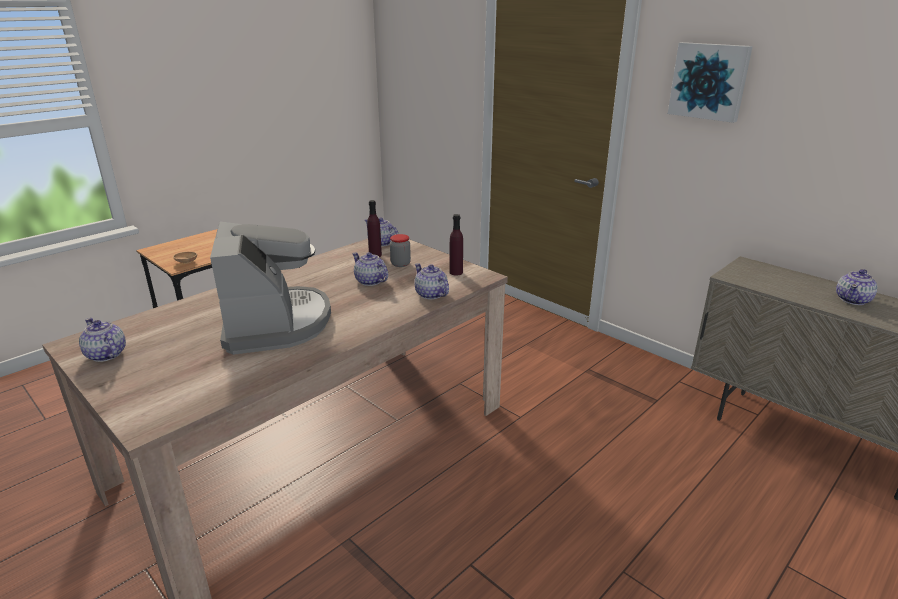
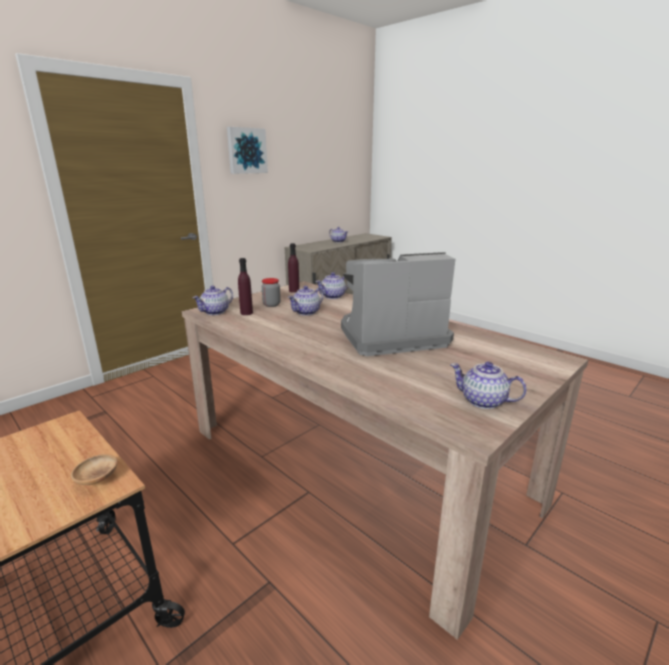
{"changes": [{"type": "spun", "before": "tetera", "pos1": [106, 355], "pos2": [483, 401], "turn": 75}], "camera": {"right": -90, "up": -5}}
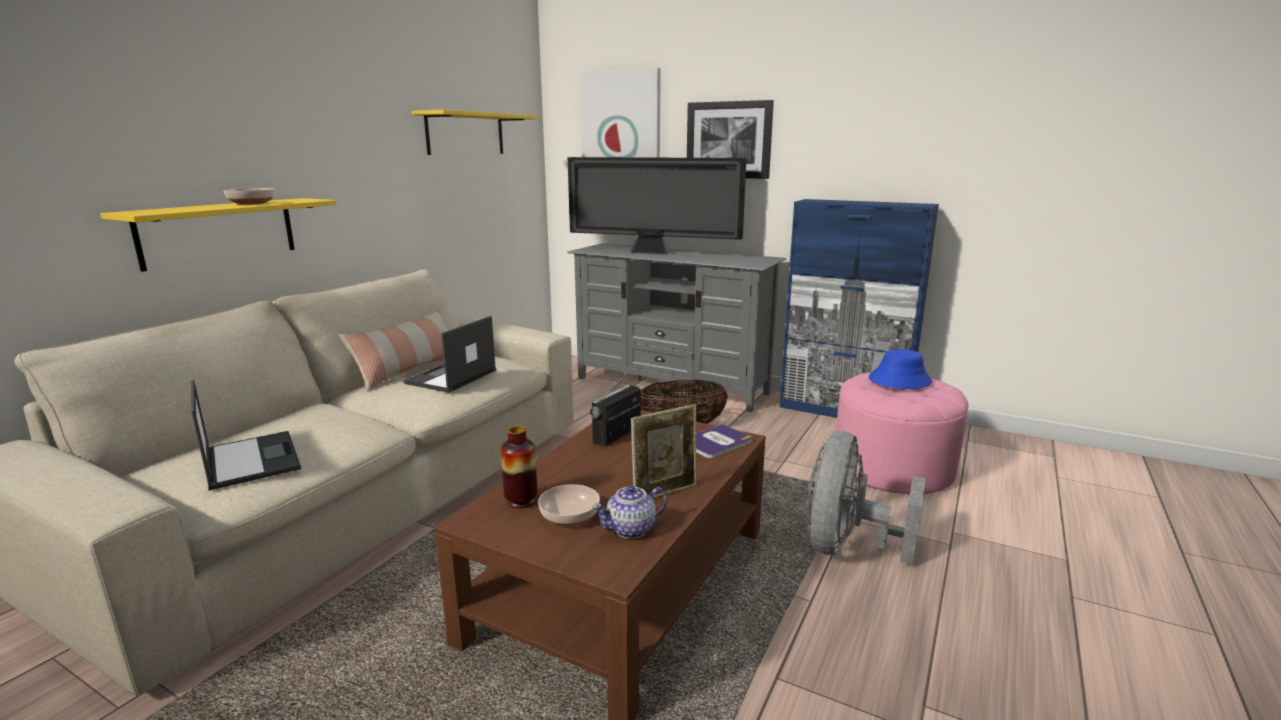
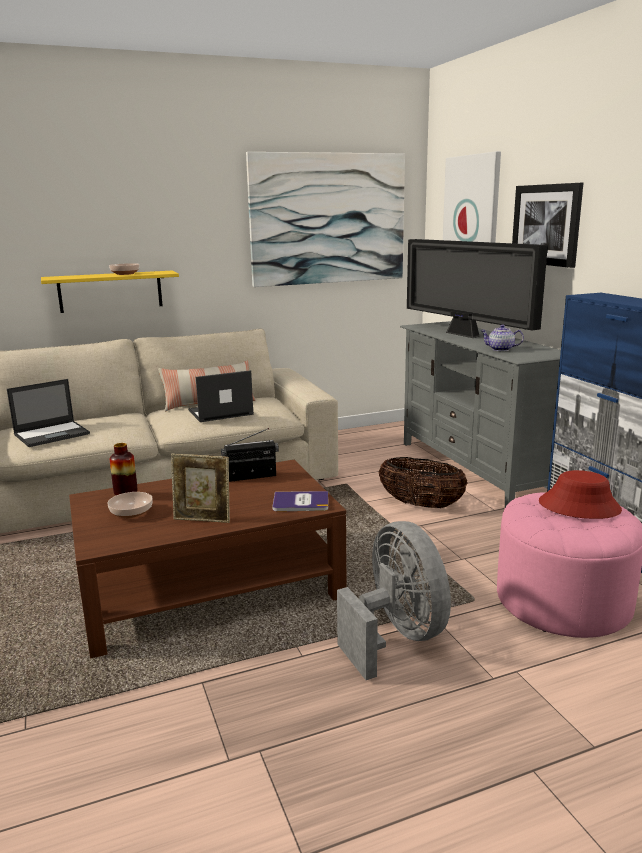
{"changes": [{"type": "spun", "before": "portátil", "pos1": [251, 460], "pos2": [52, 434], "turn": 45}, {"type": "exchanged", "before": "estante/amarillo", "after": "cuadro", "pos1": [465, 134], "pos2": [328, 219]}, {"type": "spun", "before": "ventilador/gris", "pos1": [846, 546], "pos2": [396, 637], "turn": 90}, {"type": "relocated", "before": "tetera", "pos1": [631, 529], "pos2": [501, 349]}, {"type": "colour", "before": "sombrero/azul", "after": "sombrero/rojo", "pos1": [899, 380], "pos2": [579, 506]}], "camera": {"right": 40, "up": 0}}
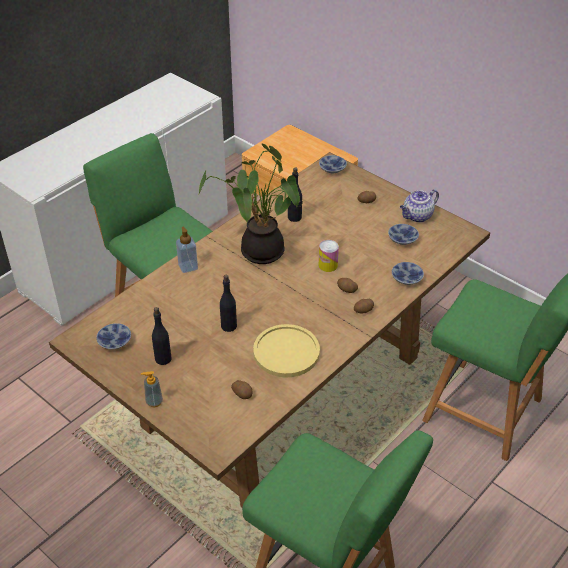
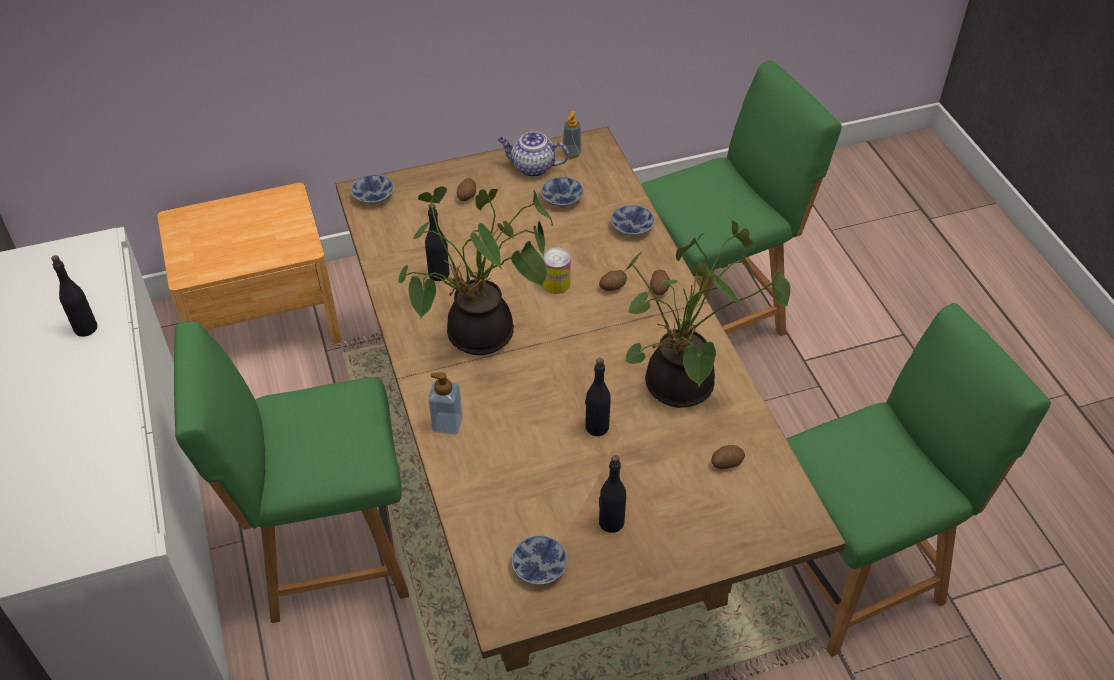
{"changes": [{"type": "appeared", "after": "botella/negro", "pos2": [85, 328]}, {"type": "spun", "before": "tetera", "pos1": [417, 216], "pos2": [532, 167], "turn": 105}, {"type": "relocated", "before": "dispensador de jabón", "pos1": [154, 402], "pos2": [571, 153]}, {"type": "exchanged", "before": "plato/amarillo", "after": "planta en maceta", "pos1": [286, 352], "pos2": [681, 389]}], "camera": {"right": -60, "up": 5}}
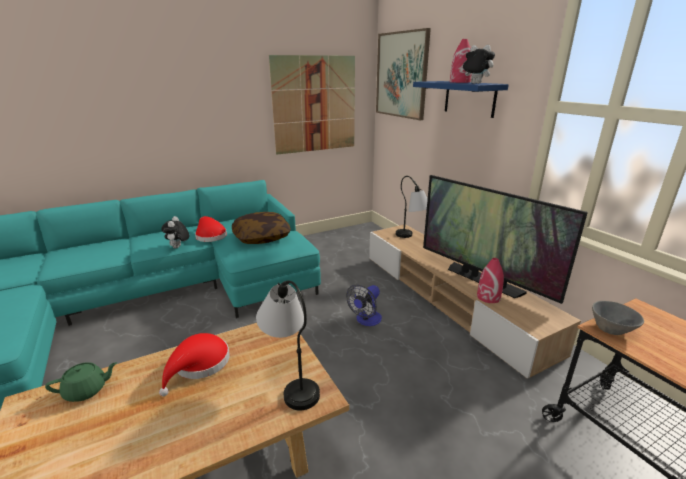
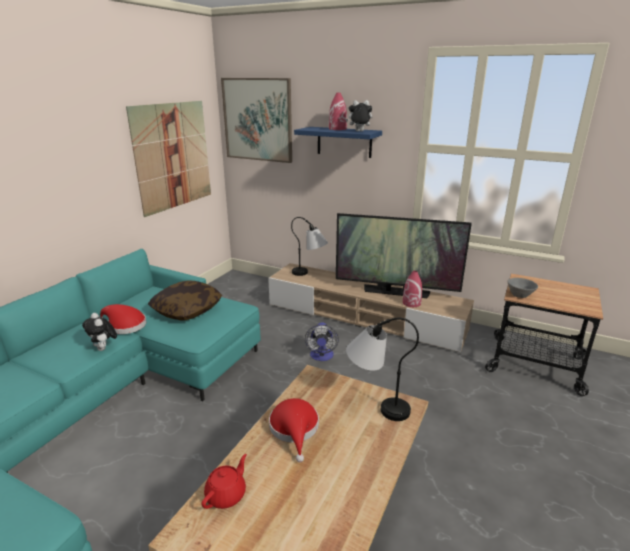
{"changes": [{"type": "colour", "before": "tetera/verde", "after": "tetera/rojo", "pos1": [87, 390], "pos2": [226, 494]}], "camera": {"right": -35, "up": 0}}
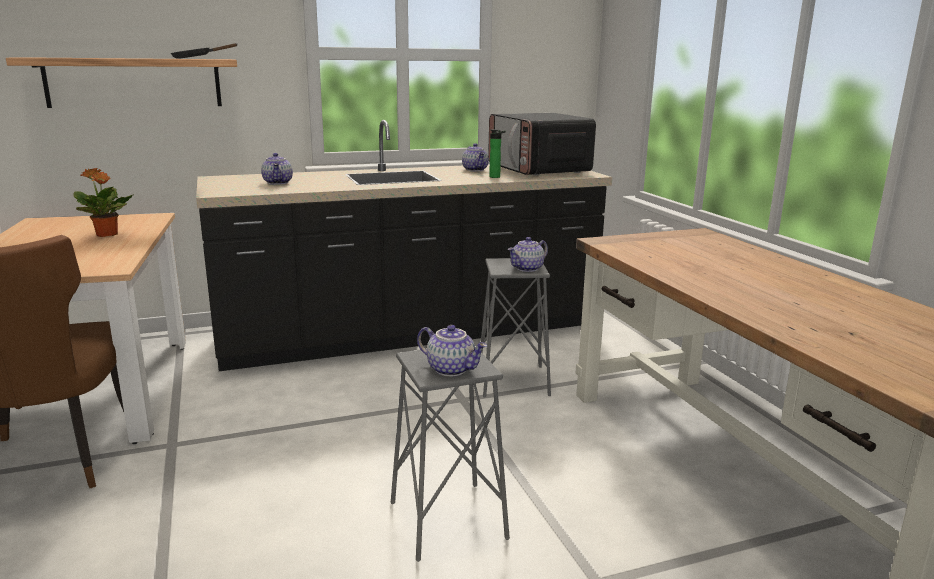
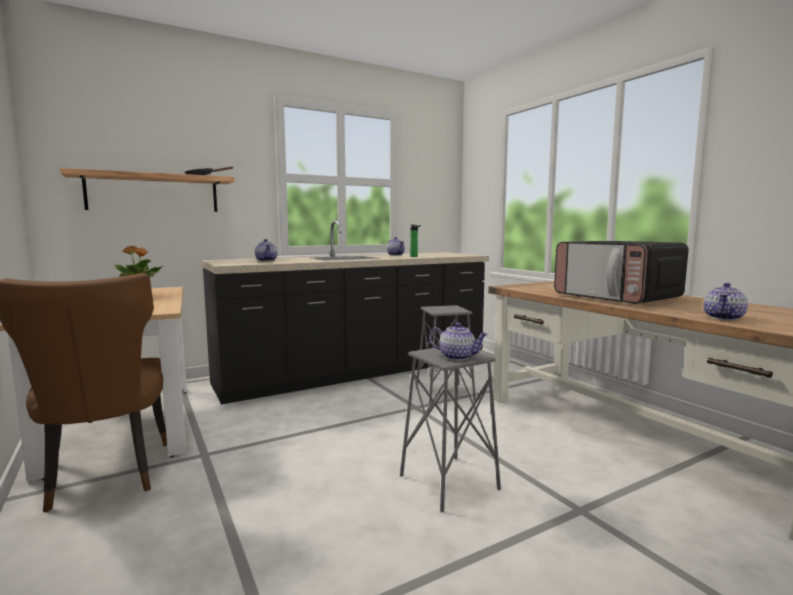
{"changes": [{"type": "relocated", "before": "microondas", "pos1": [539, 170], "pos2": [617, 298]}, {"type": "relocated", "before": "tetera", "pos1": [527, 268], "pos2": [724, 318]}], "camera": {"right": -10, "up": -10}}
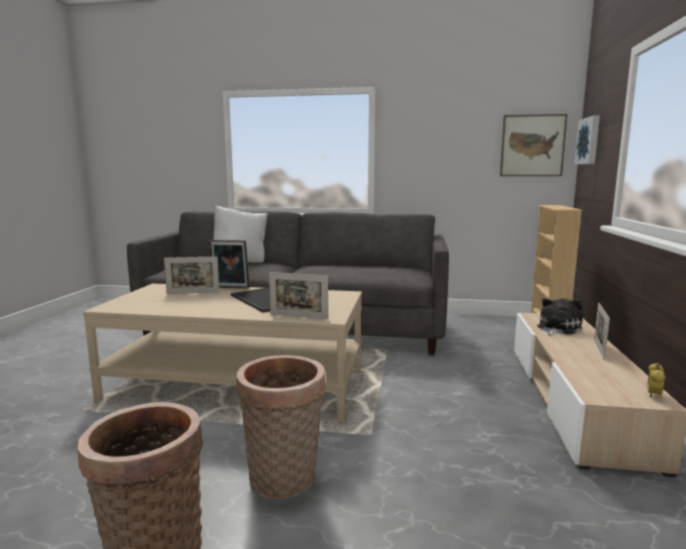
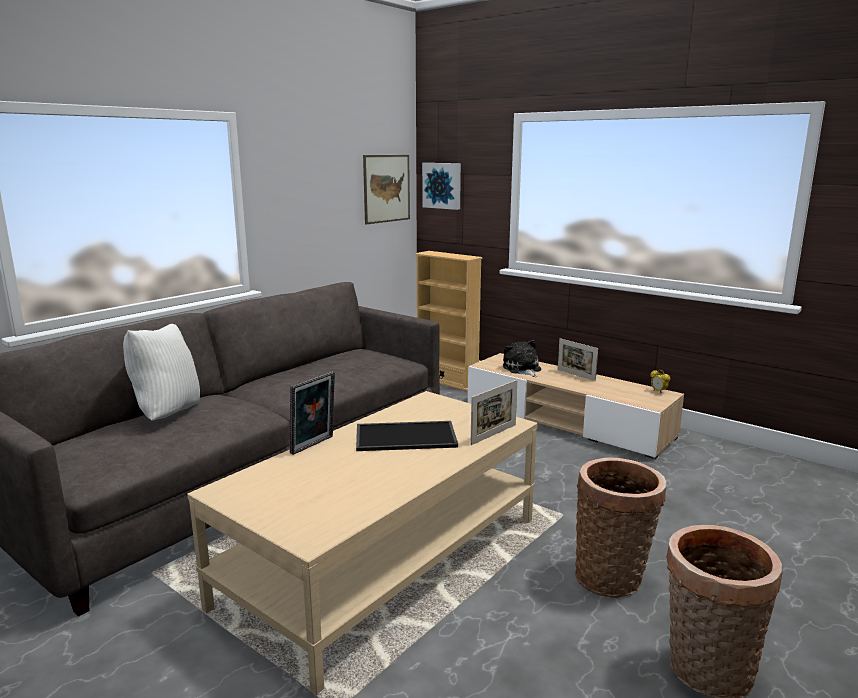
{"changes": [{"type": "missing", "before": "portarretratos", "pos1": [193, 293]}], "camera": {"right": -60, "up": 5}}
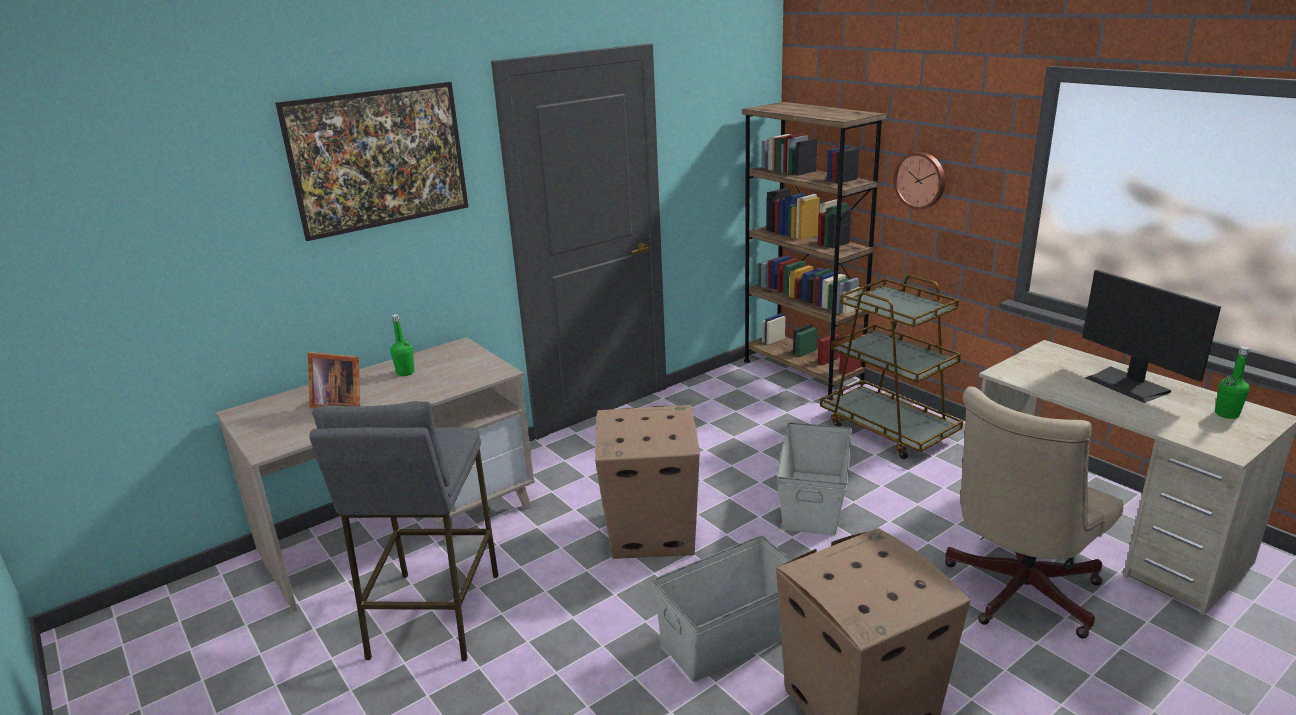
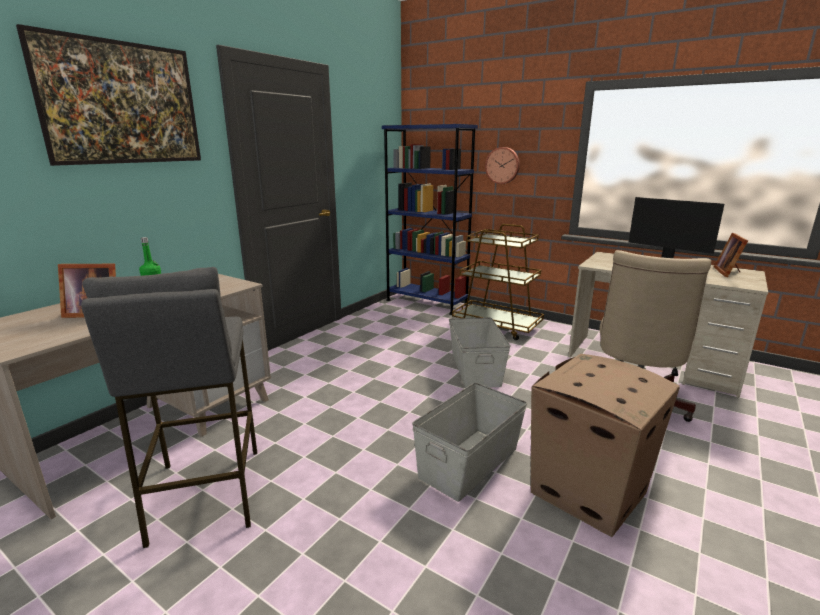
{"changes": [{"type": "colour", "before": "estantería/marrón", "after": "estantería/azul", "pos1": [802, 371], "pos2": [426, 302]}, {"type": "exchanged", "before": "botella/verde", "after": "portarretratos", "pos1": [1226, 414], "pos2": [729, 272]}, {"type": "missing", "before": "caja de cartón", "pos1": [649, 532]}], "camera": {"right": -20, "up": -5}}
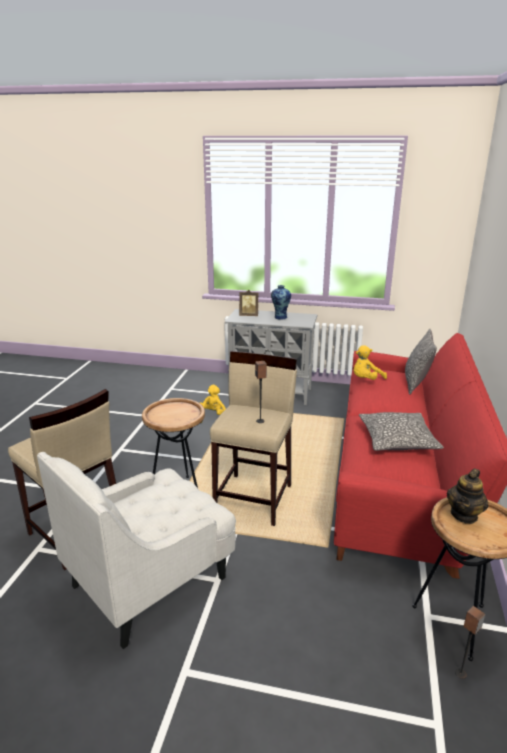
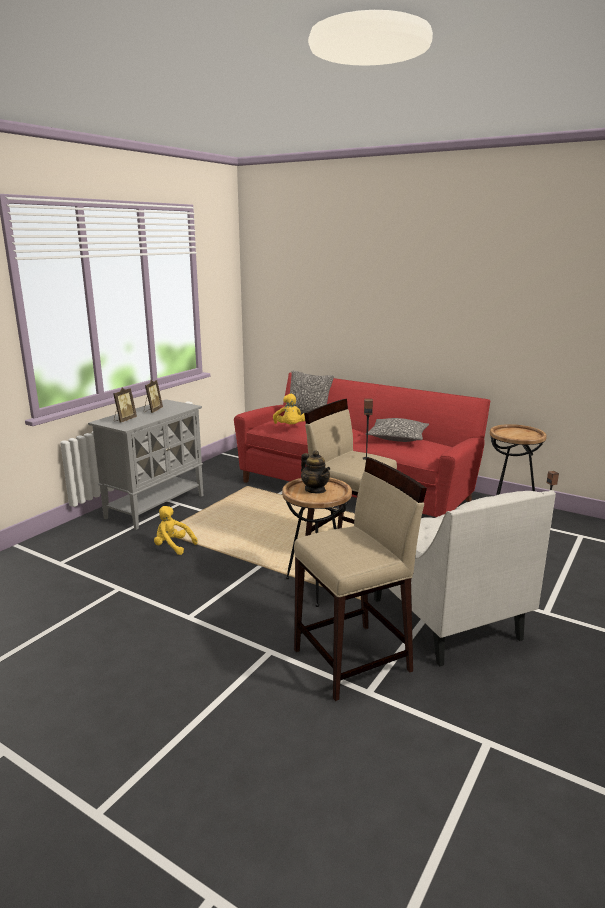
{"changes": [{"type": "exchanged", "before": "florero", "after": "portarretratos", "pos1": [280, 317], "pos2": [152, 410]}, {"type": "relocated", "before": "tetera", "pos1": [464, 515], "pos2": [315, 490]}], "camera": {"right": -70, "up": -5}}
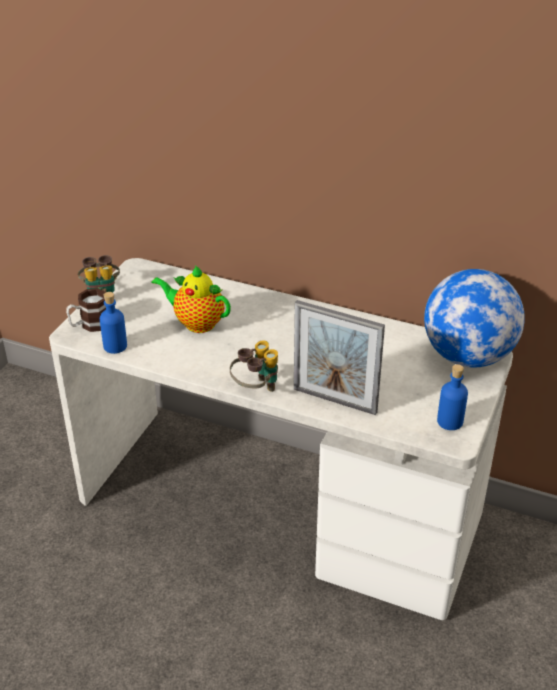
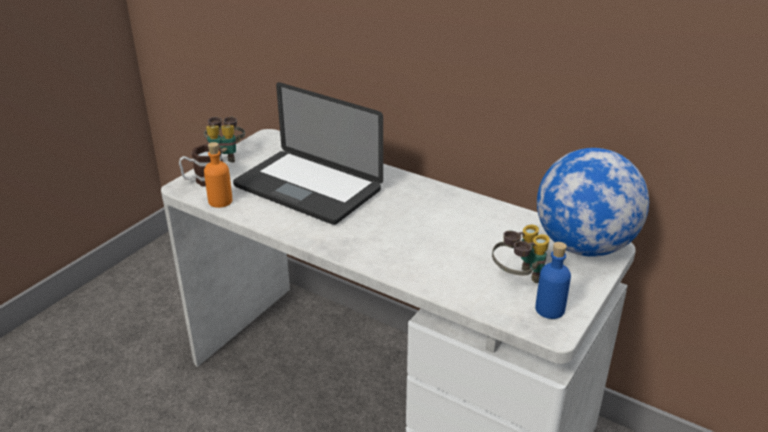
{"changes": [{"type": "colour", "before": "botella/azul", "after": "botella/naranja", "pos1": [115, 346], "pos2": [220, 201]}, {"type": "exchanged", "before": "tetera", "after": "portátil", "pos1": [196, 323], "pos2": [307, 188]}, {"type": "relocated", "before": "prismáticos", "pos1": [256, 389], "pos2": [518, 278]}, {"type": "missing", "before": "portarretratos", "pos1": [334, 400]}], "camera": {"right": 10, "up": -5}}
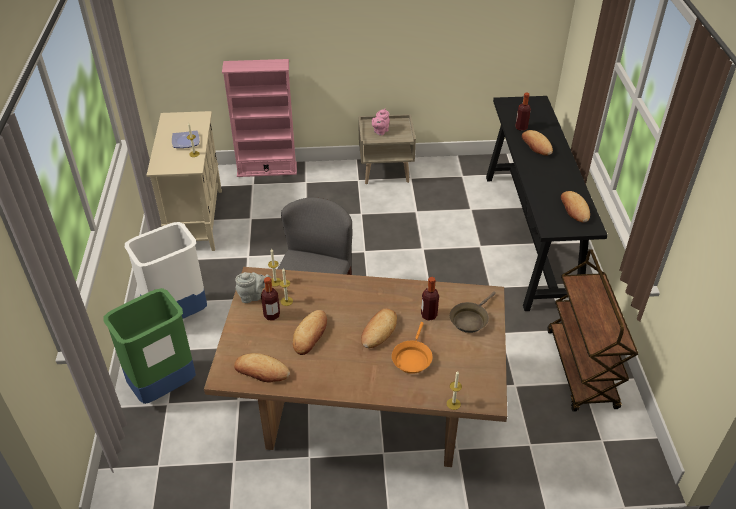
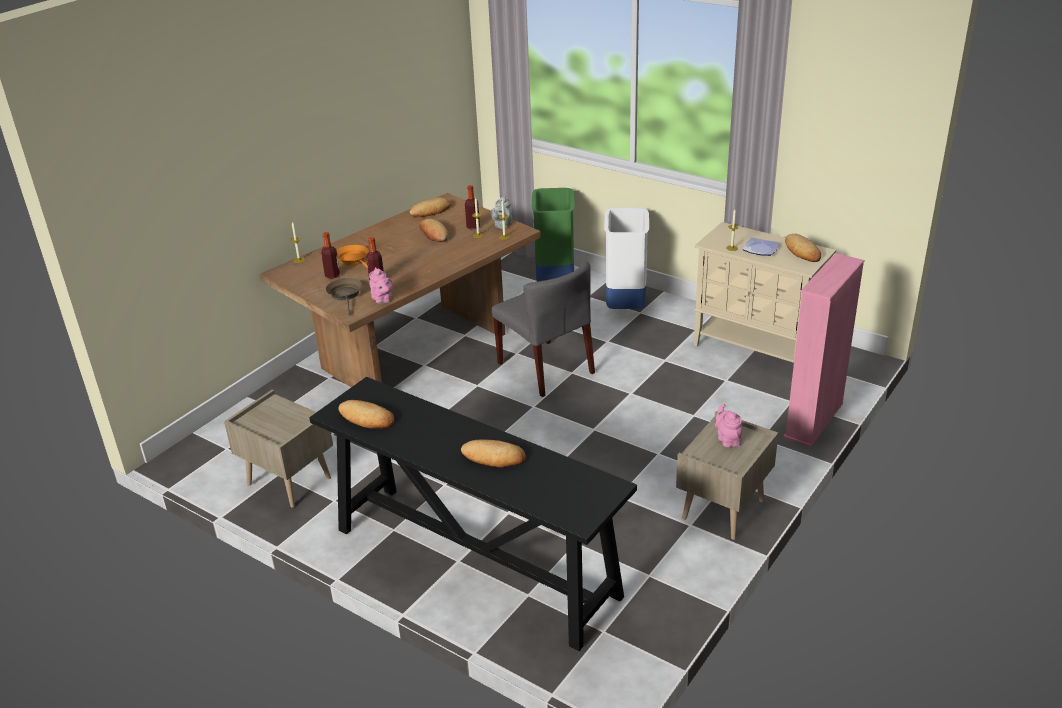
{"changes": [{"type": "exchanged", "before": "carrito/marrón", "after": "mesita de noche/beis", "pos1": [581, 369], "pos2": [288, 481]}, {"type": "relocated", "before": "botella", "pos1": [521, 127], "pos2": [332, 275]}, {"type": "appeared", "after": "tetera/rosa", "pos2": [382, 299]}, {"type": "relocated", "before": "pan", "pos1": [379, 331], "pos2": [802, 251]}], "camera": {"right": 130, "up": -10}}
